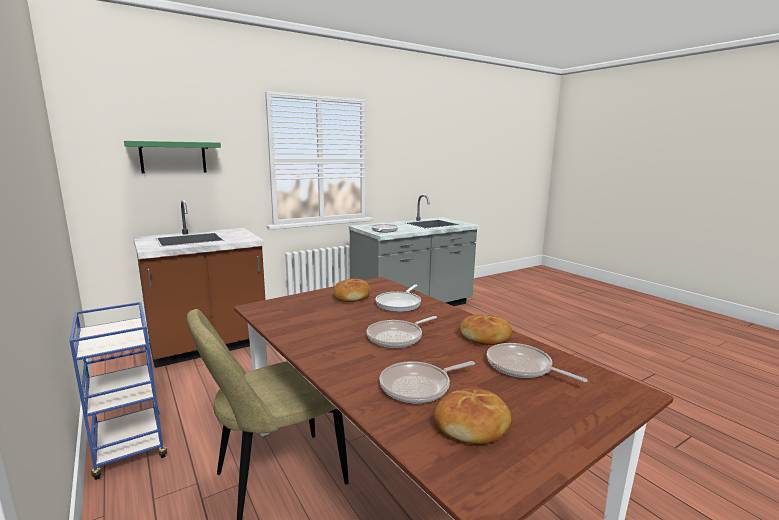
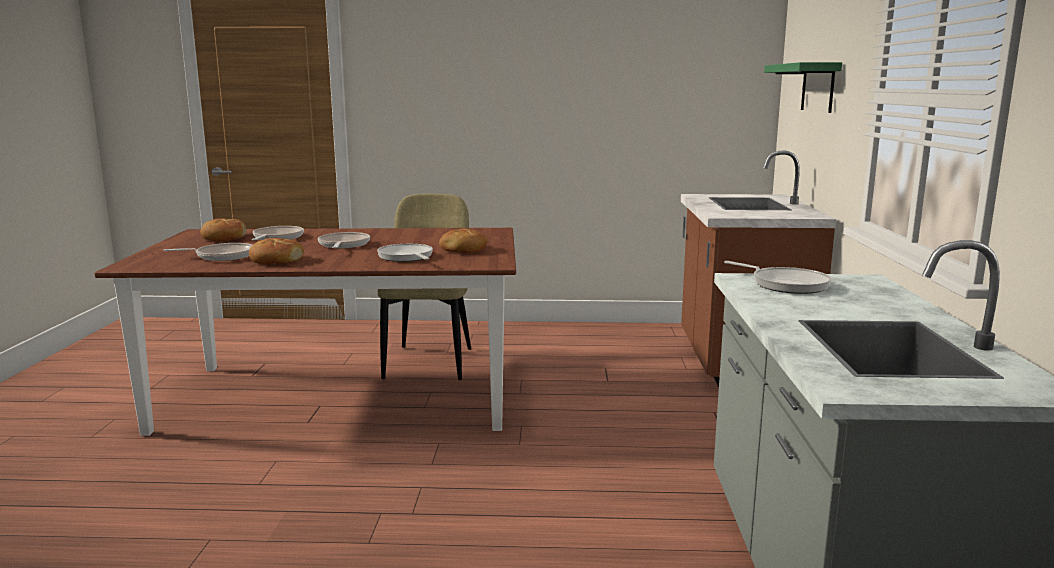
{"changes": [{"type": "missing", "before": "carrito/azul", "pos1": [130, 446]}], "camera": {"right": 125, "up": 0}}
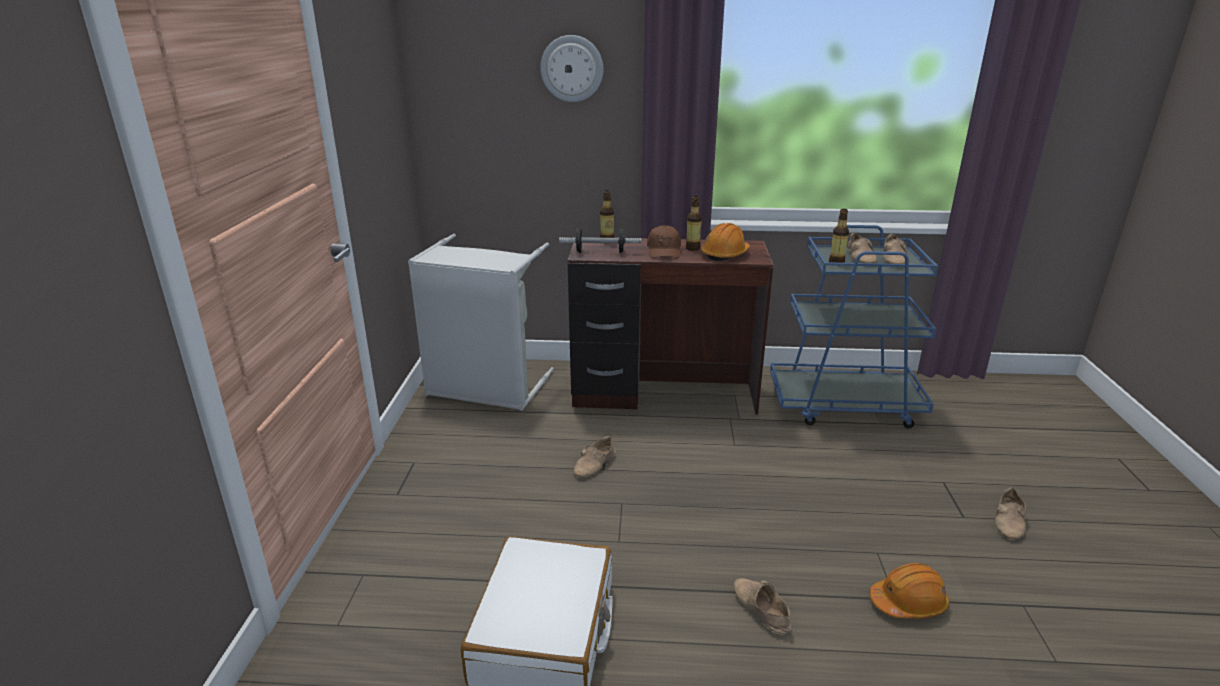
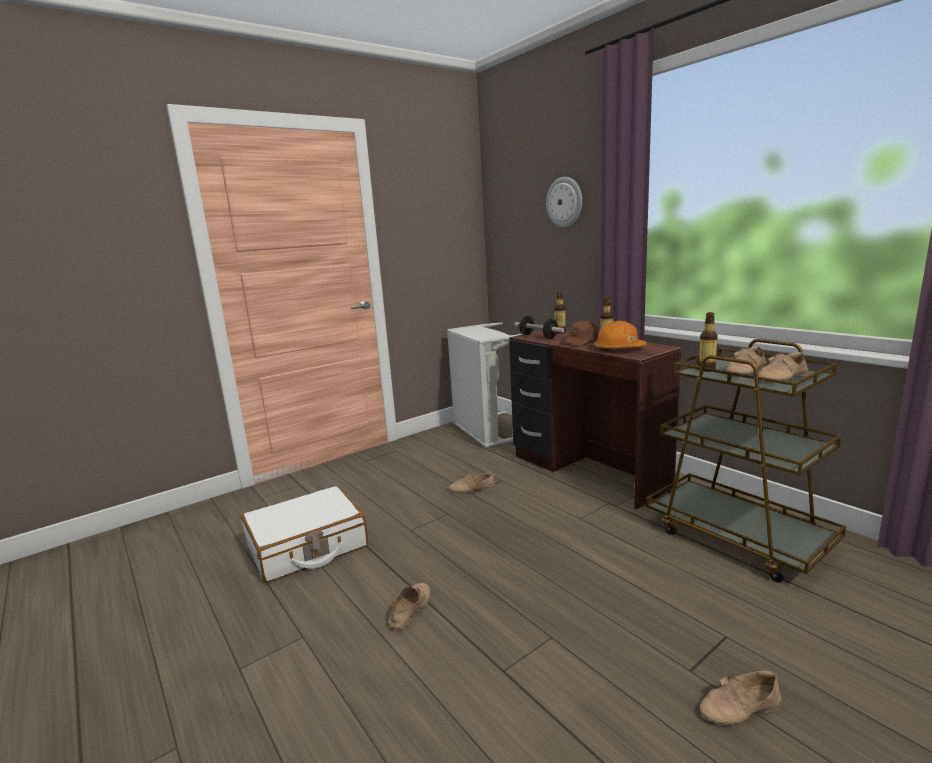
{"changes": [{"type": "colour", "before": "carrito/azul", "after": "carrito/marrón", "pos1": [845, 405], "pos2": [737, 536]}, {"type": "missing", "before": "casco/naranja", "pos1": [908, 603]}], "camera": {"right": 50, "up": -10}}
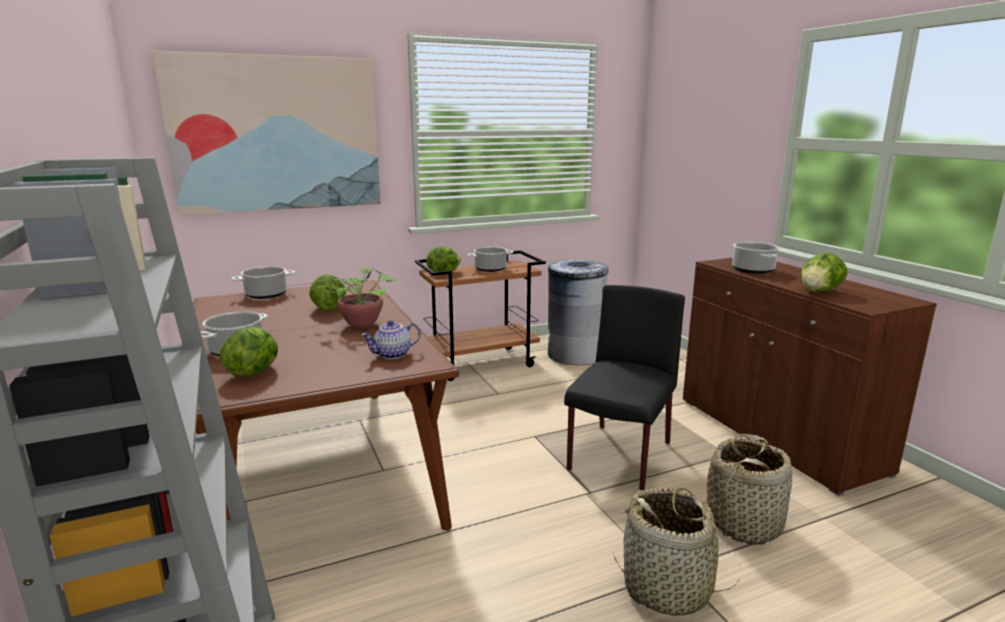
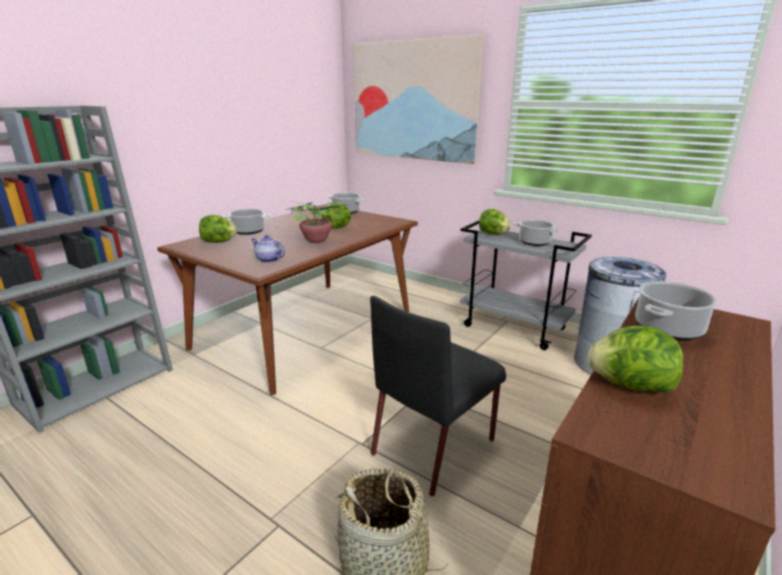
{"changes": [{"type": "spun", "before": "silla/negro", "pos1": [619, 457], "pos2": [435, 445], "turn": 135}, {"type": "colour", "before": "carrito/marrón", "after": "carrito/gris", "pos1": [481, 363], "pos2": [515, 327]}, {"type": "missing", "before": "cesta", "pos1": [667, 588]}], "camera": {"right": 60, "up": 5}}
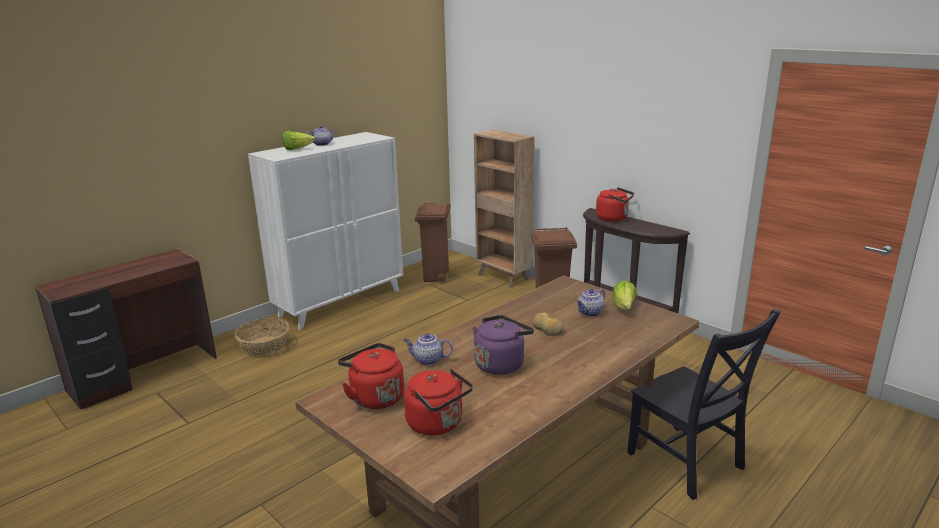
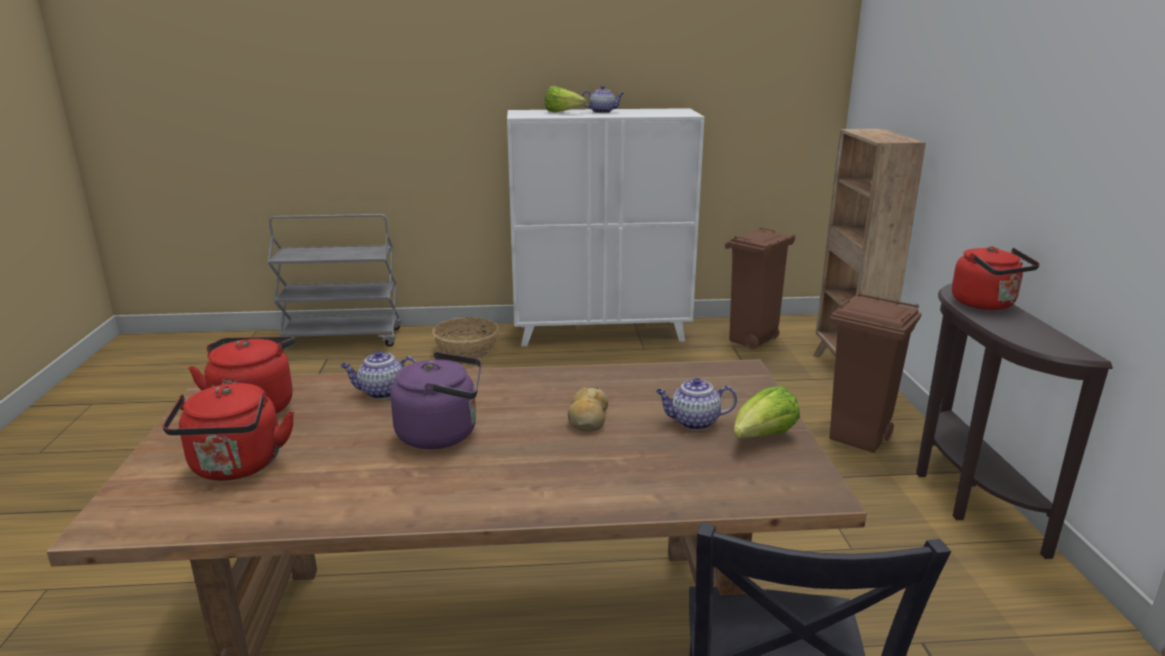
{"changes": [{"type": "exchanged", "before": "escritorio/marrón", "after": "carrito/gris", "pos1": [144, 374], "pos2": [343, 338]}, {"type": "spun", "before": "tetera", "pos1": [427, 360], "pos2": [381, 392], "turn": -60}], "camera": {"right": 40, "up": 0}}
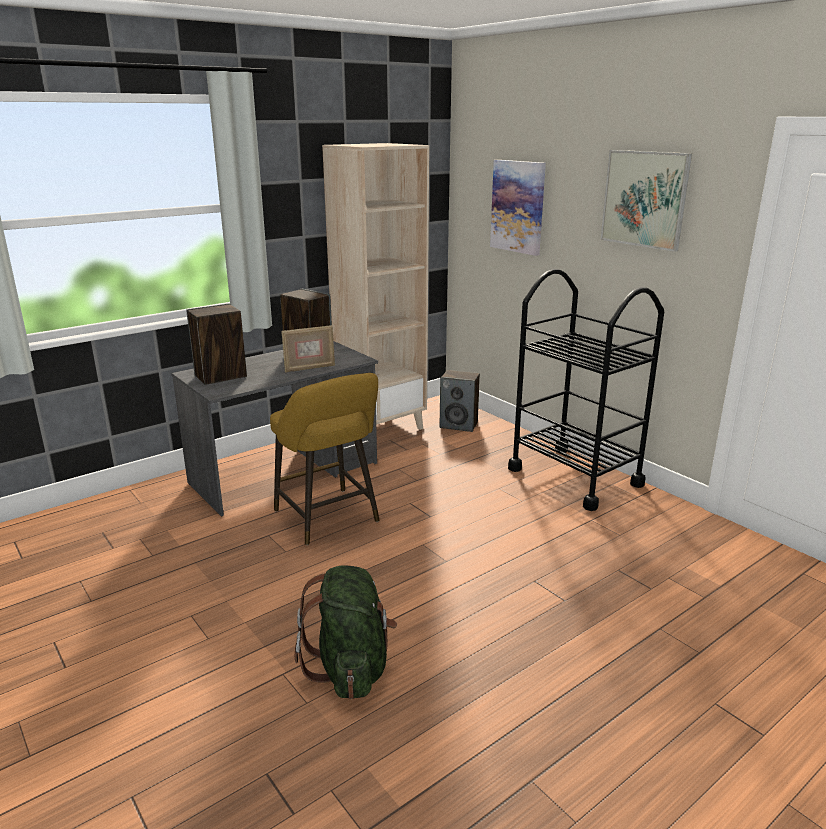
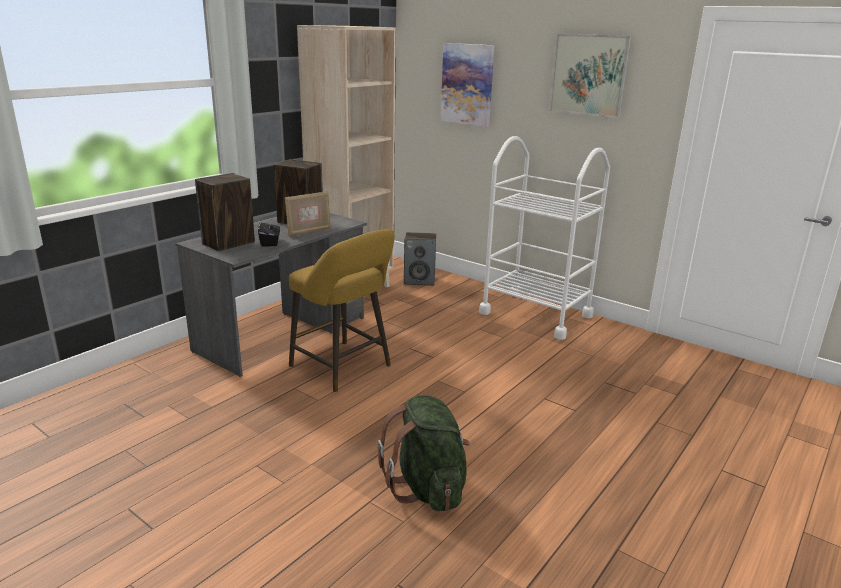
{"changes": [{"type": "appeared", "after": "caja de pañuelos/negro", "pos2": [270, 242]}, {"type": "colour", "before": "carrito/negro", "after": "carrito/blanco", "pos1": [574, 477], "pos2": [536, 314]}], "camera": {"right": -15, "up": 0}}
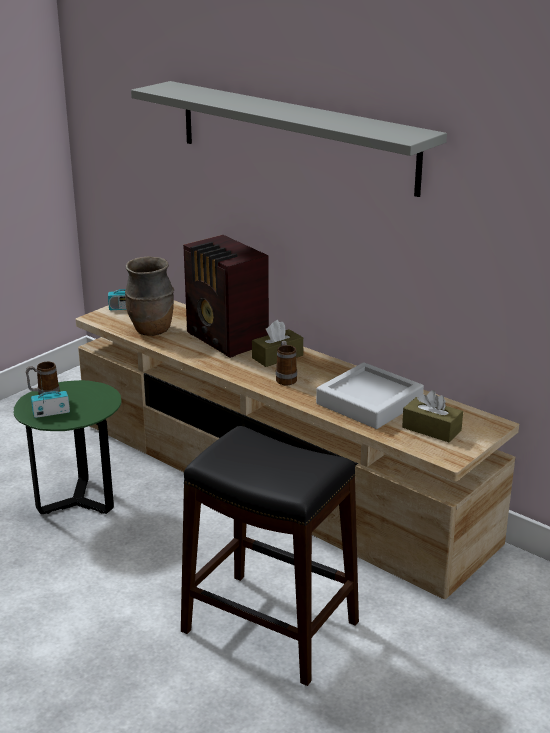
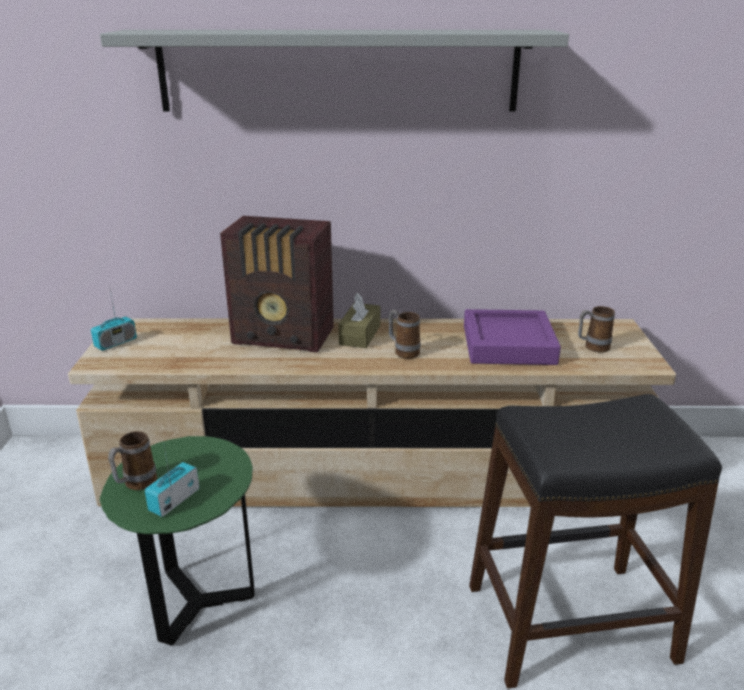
{"changes": [{"type": "colour", "before": "bandeja/gris", "after": "bandeja/morado", "pos1": [369, 402], "pos2": [508, 345]}, {"type": "exchanged", "before": "caja de pañuelos/marrón", "after": "taza grande", "pos1": [431, 429], "pos2": [592, 347]}, {"type": "missing", "before": "florero/marrón", "pos1": [151, 330]}], "camera": {"right": -40, "up": 0}}
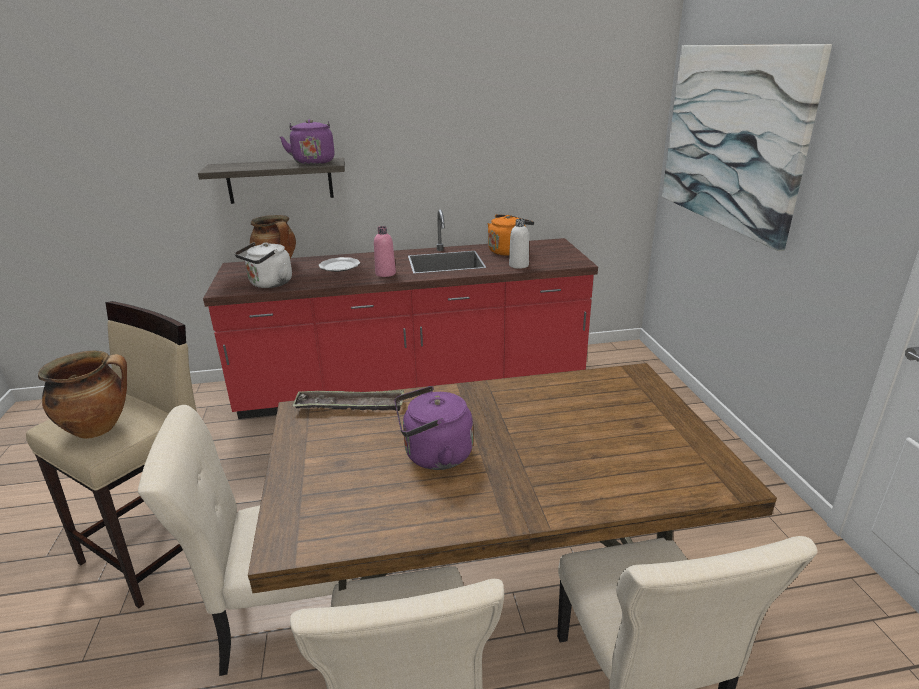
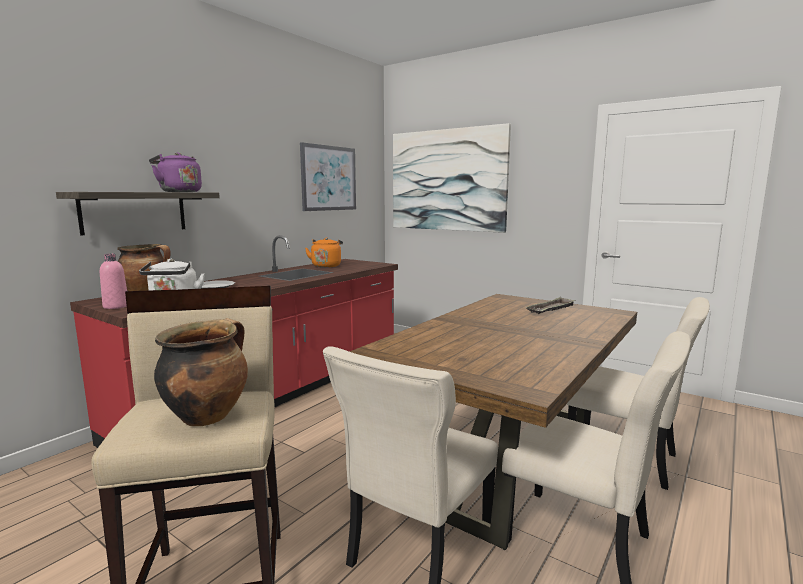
{"changes": [{"type": "relocated", "before": "botella/rosa", "pos1": [385, 273], "pos2": [116, 306]}, {"type": "appeared", "after": "cuadro", "pos2": [329, 178]}, {"type": "relocated", "before": "bandeja", "pos1": [350, 406], "pos2": [551, 309]}, {"type": "missing", "before": "hervidor/morado", "pos1": [434, 456]}, {"type": "missing", "before": "botella/blanco", "pos1": [518, 265]}], "camera": {"right": -45, "up": -15}}
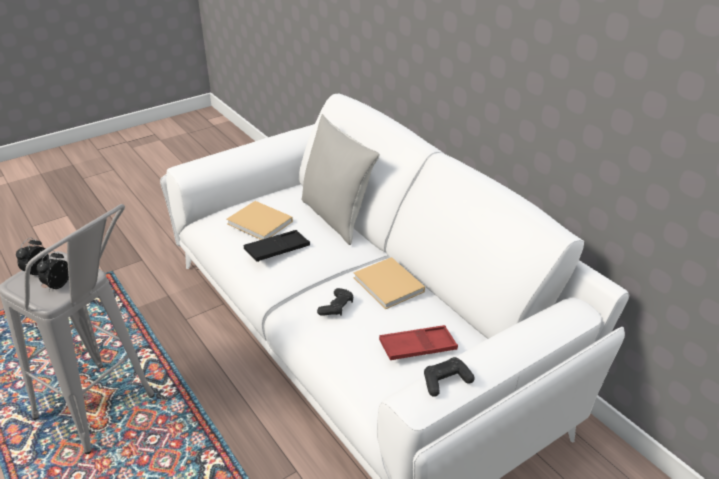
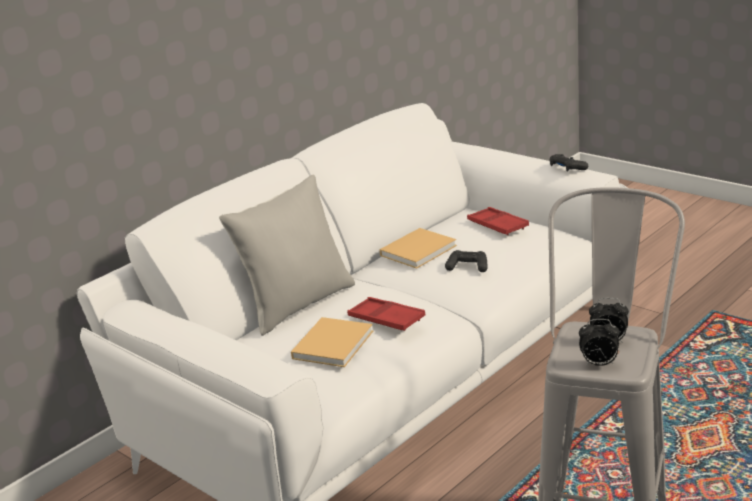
{"changes": [{"type": "colour", "before": "bandeja/negro", "after": "bandeja/rojo", "pos1": [277, 249], "pos2": [386, 319]}], "camera": {"right": -100, "up": -10}}
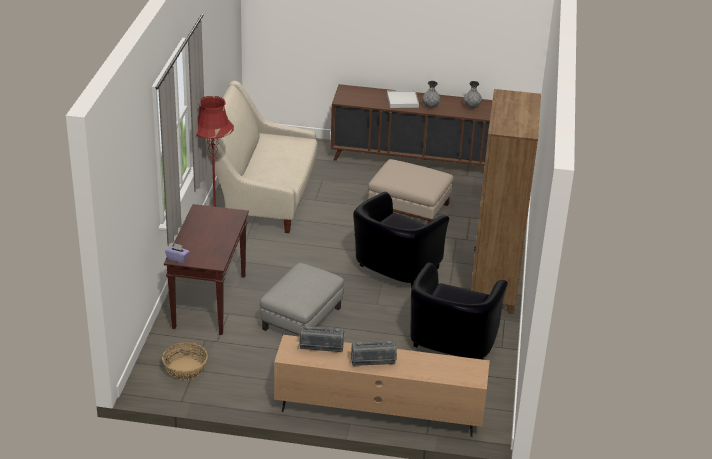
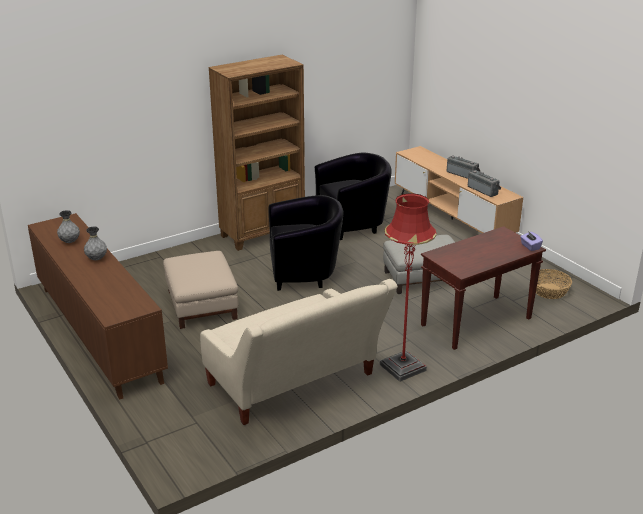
{"changes": [{"type": "missing", "before": "bandeja/blanco", "pos1": [402, 100]}], "camera": {"right": -130, "up": -5}}
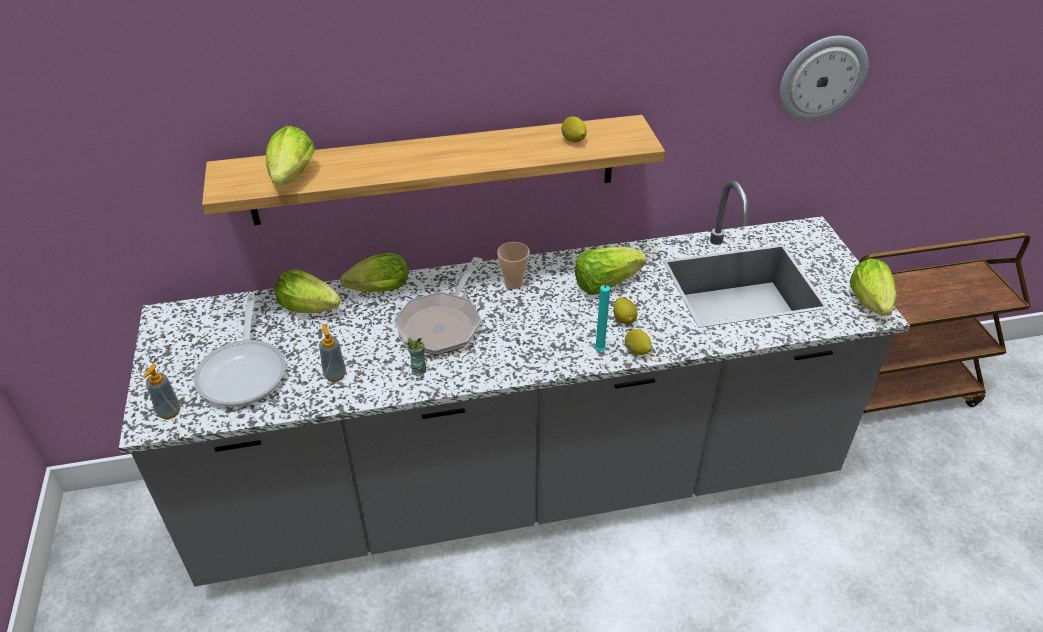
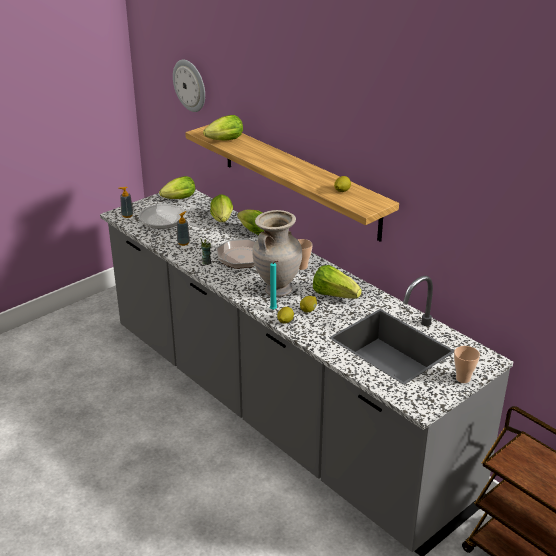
{"changes": [{"type": "spun", "before": "sartén", "pos1": [244, 371], "pos2": [165, 221], "turn": 75}, {"type": "relocated", "before": "lechuga", "pos1": [871, 305], "pos2": [177, 199]}, {"type": "relocated", "before": "reloj de pared", "pos1": [822, 78], "pos2": [190, 85]}, {"type": "appeared", "after": "florero/beis", "pos2": [277, 290]}, {"type": "appeared", "after": "taza", "pos2": [463, 378]}], "camera": {"right": 60, "up": -10}}
